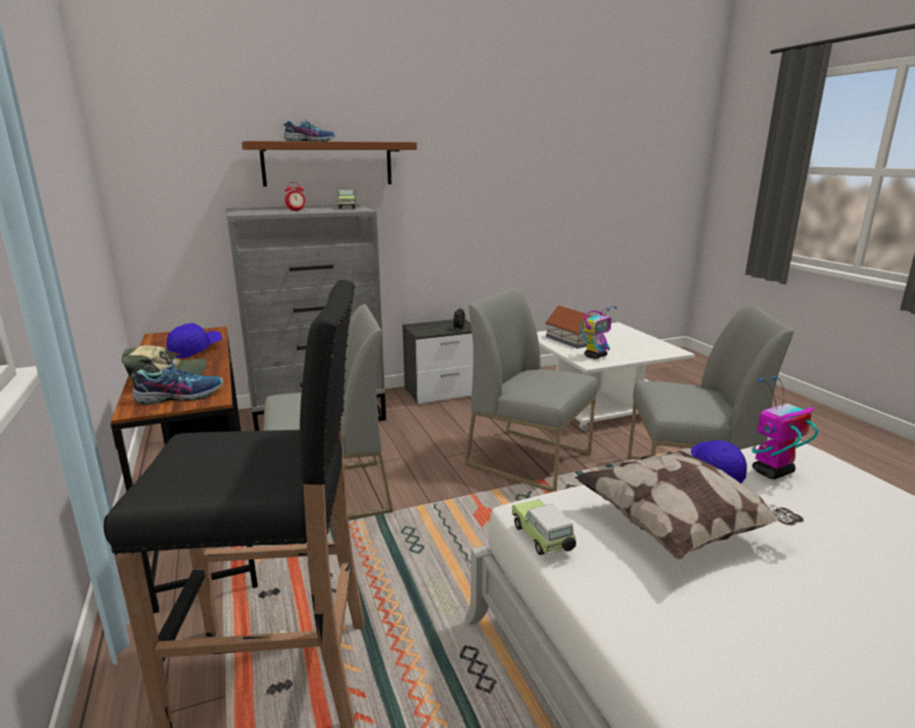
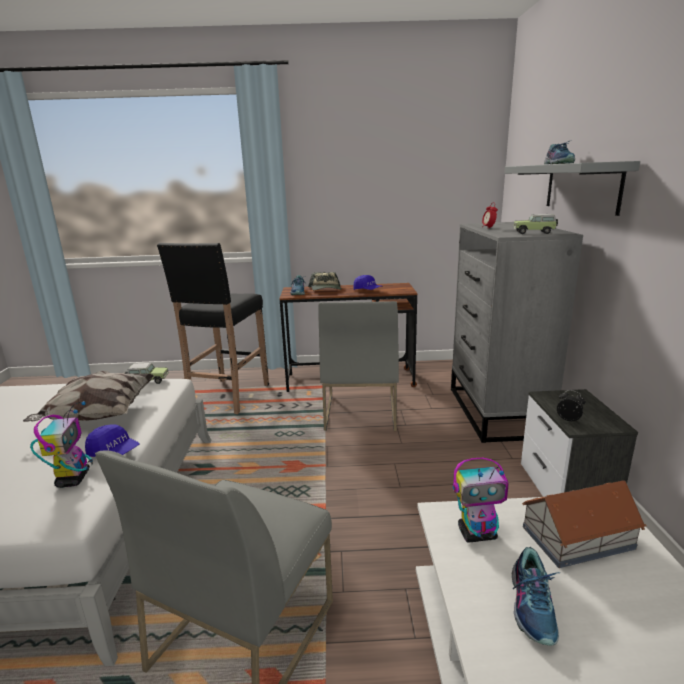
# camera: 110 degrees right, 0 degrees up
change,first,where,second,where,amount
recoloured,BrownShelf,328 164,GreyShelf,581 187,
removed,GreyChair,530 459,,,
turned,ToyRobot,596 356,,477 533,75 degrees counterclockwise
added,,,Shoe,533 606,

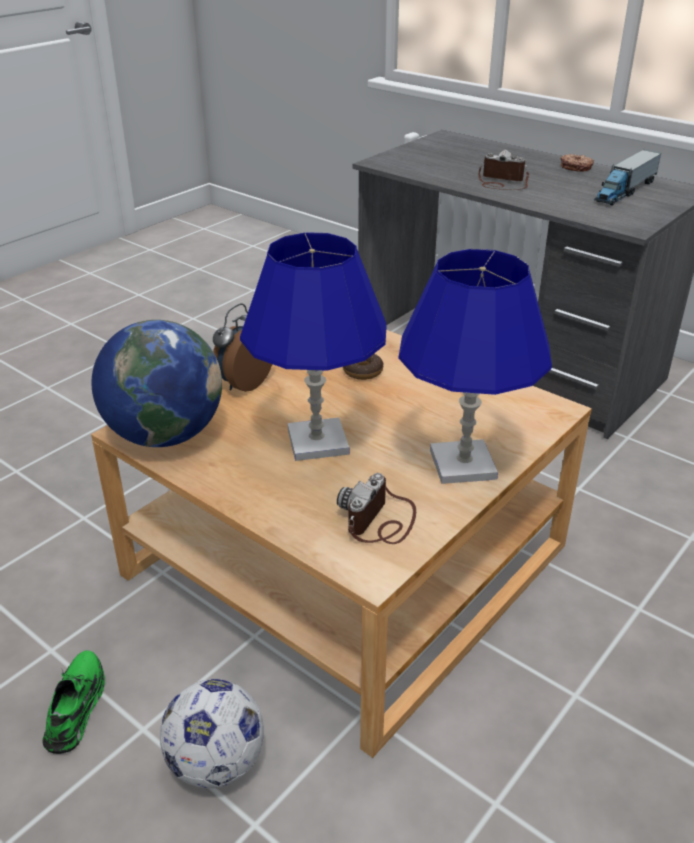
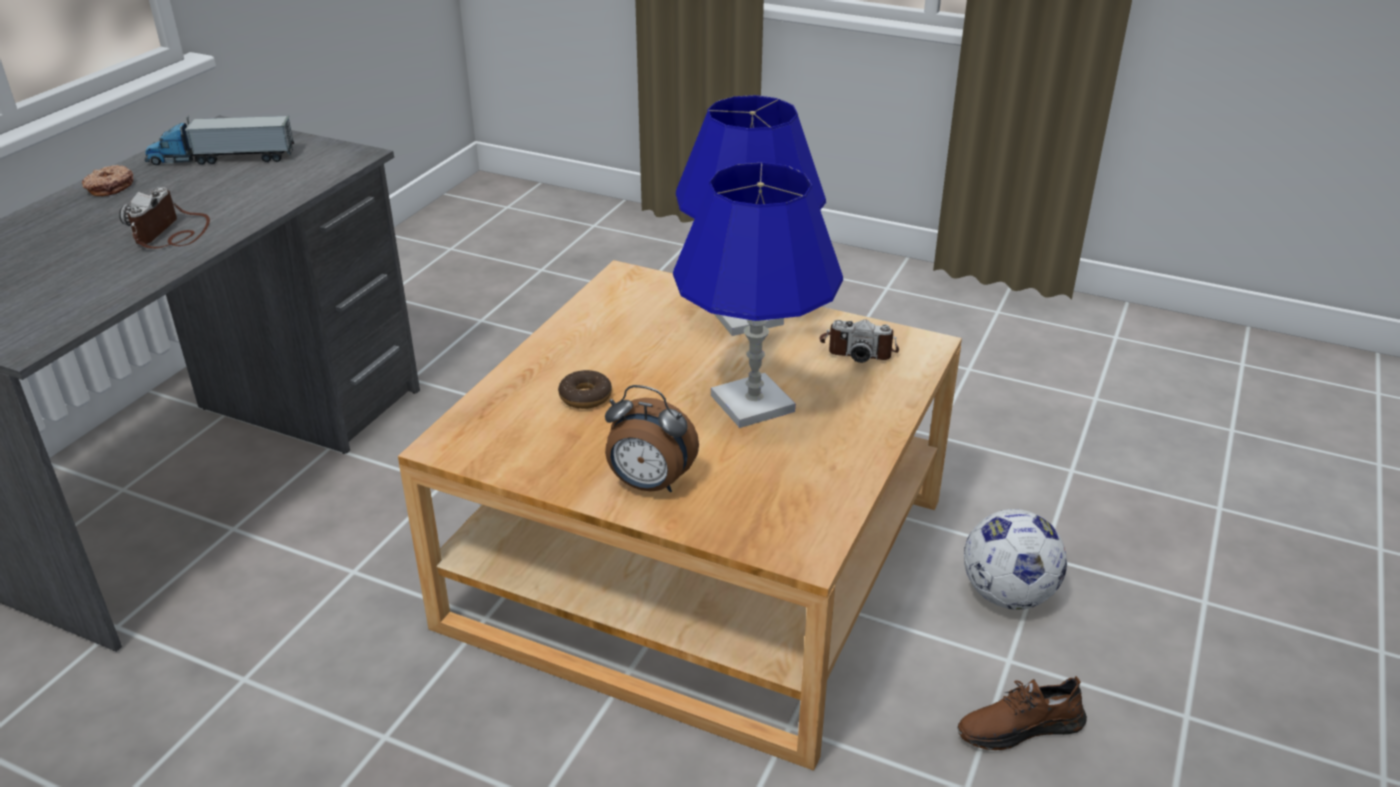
# camera: 105 degrees left, 0 degrees up
change,first,where,second,where,amount
turned,ToyTruck,625 191,,222 158,150 degrees clockwise
removed,Globe,165 435,,,
recoloured,GreenShoe,76 706,BrownShoe,1019 727,

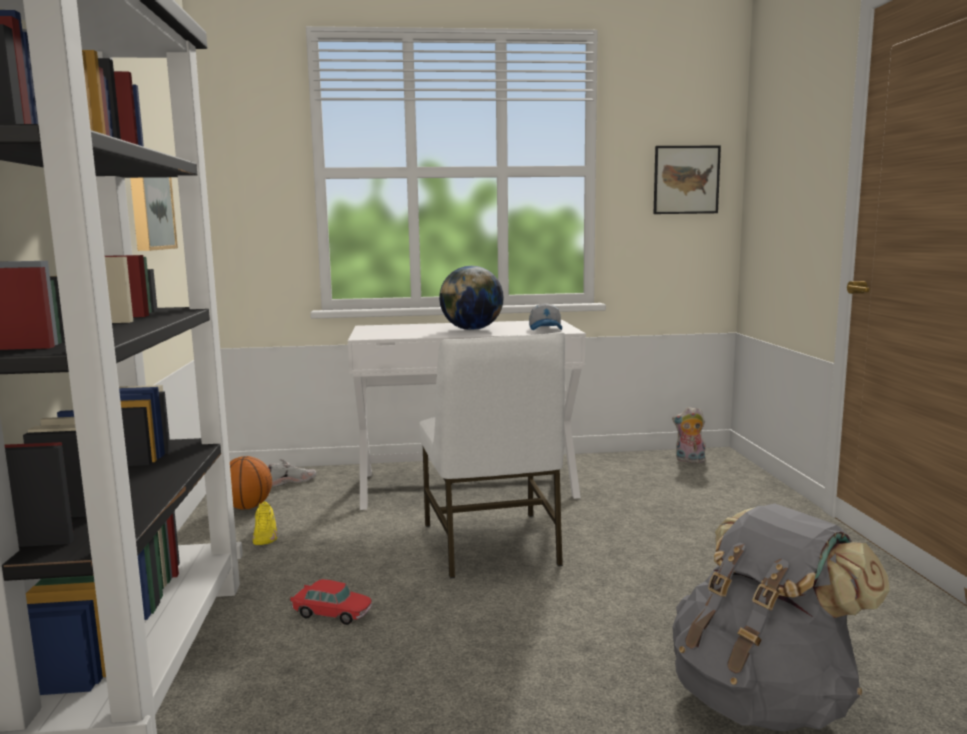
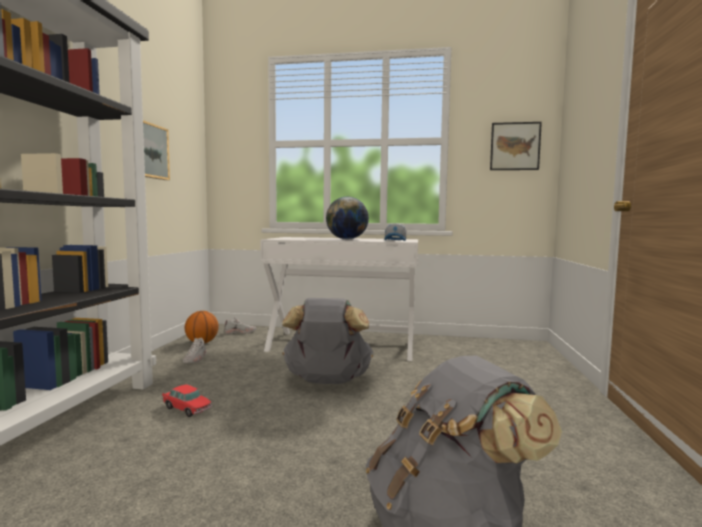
# camera: 15 degrees right, 5 degrees down
change,first,where,second,where,amount
replaced,WhiteChair,492 545,GreyBackpack,327 381,
removed,PlushToy,689 460,,,
recoloured,YellowShoe,265 536,WhiteShoe,195 359,

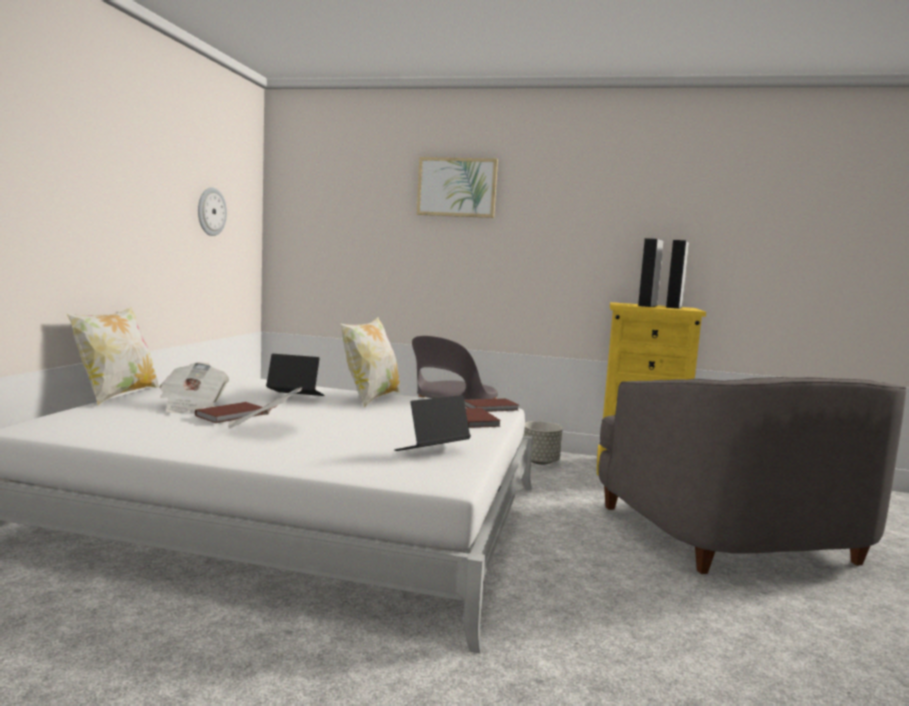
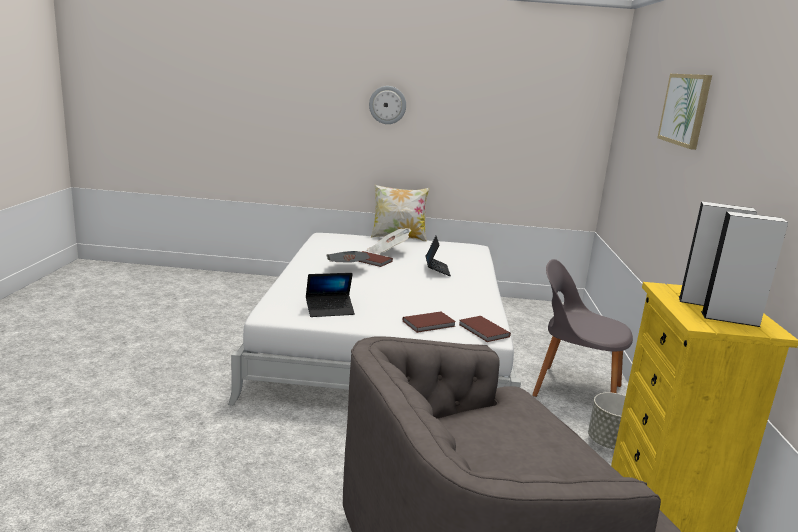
# camera: 80 degrees right, 10 degrees up
change,first,where,second,where,amount
moved,WallClock,211 211,,387 105,
removed,Pillow,370 398,,,
turned,Laptop,431 451,,330 310,120 degrees clockwise

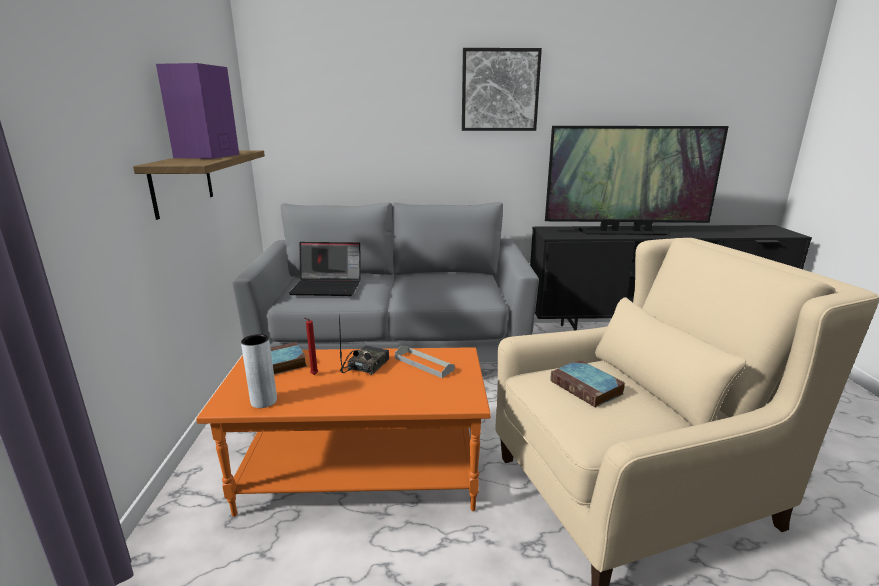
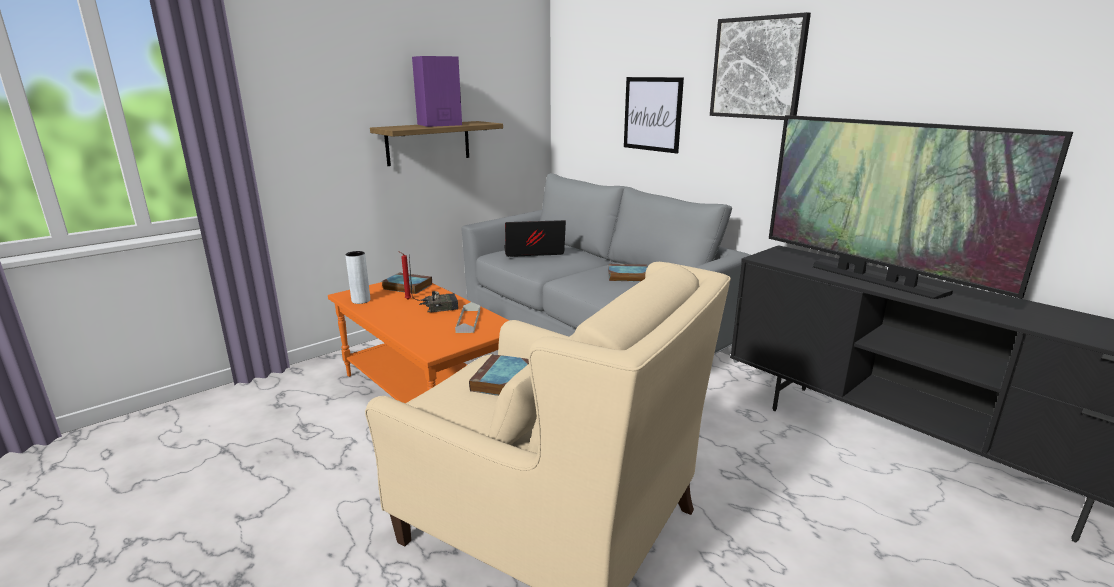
# camera: 50 degrees right, 0 degrees up
change,first,where,second,where,amount
turned,Laptop,328 287,,532 252,120 degrees clockwise
added,,,Picture,652 114,
added,,,Book,627 276,

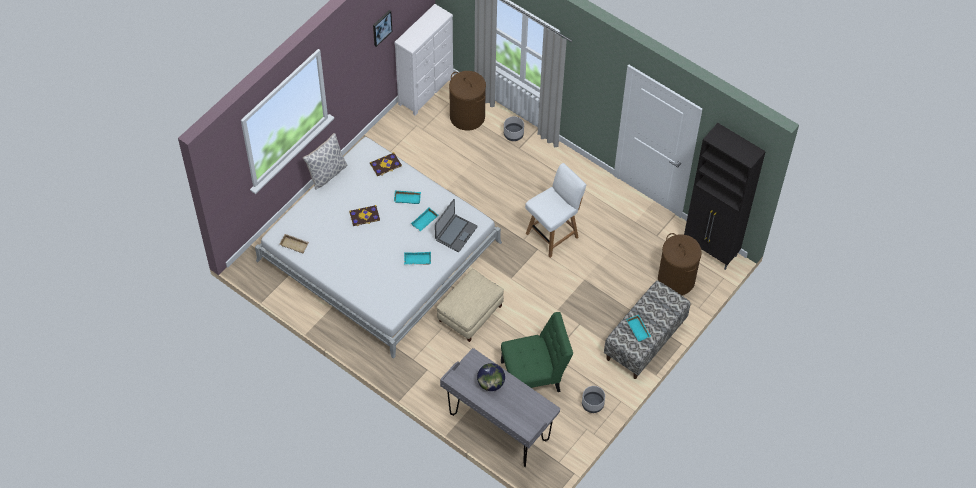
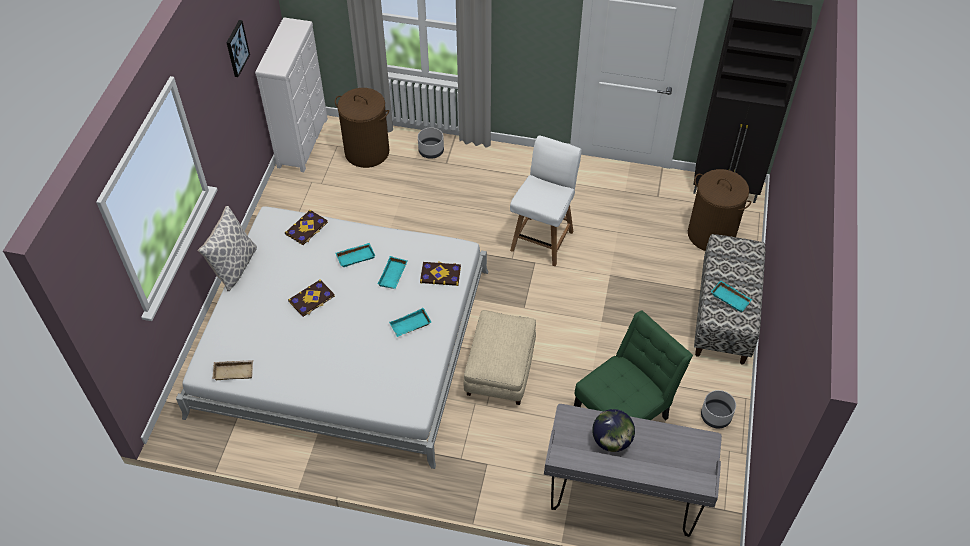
# camera: 25 degrees left, 5 degrees down
change,first,where,second,where,amount
replaced,Laptop,455 233,Book,440 274,

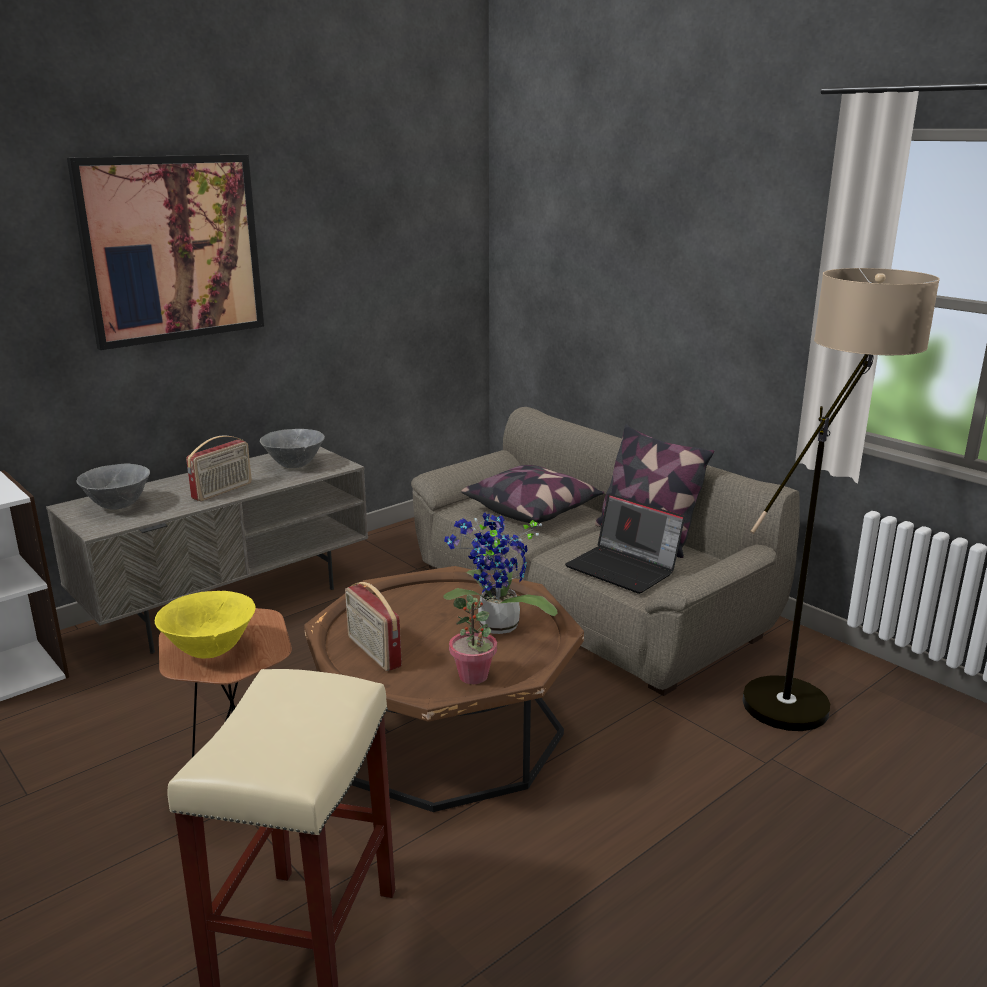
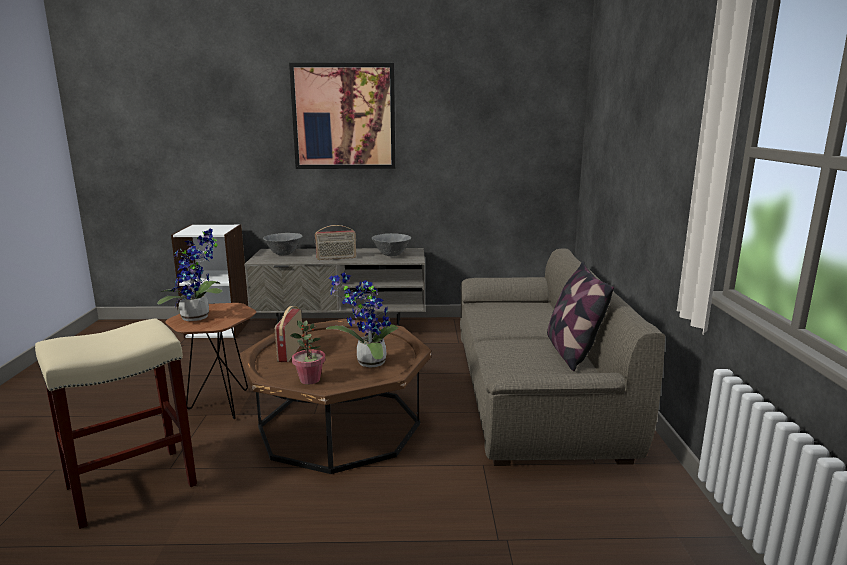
# camera: 40 degrees right, 5 degrees down
change,first,where,second,where,amount
removed,FloorLamp,804 693,,,
removed,Pillow,533 510,,,
removed,Laptop,624 568,,,
replaced,YellowBowl,211 651,PottedPlant,199 318,

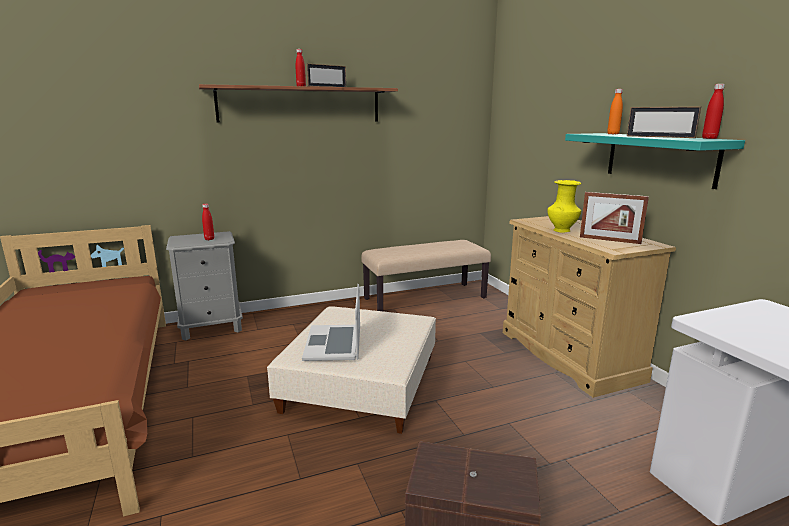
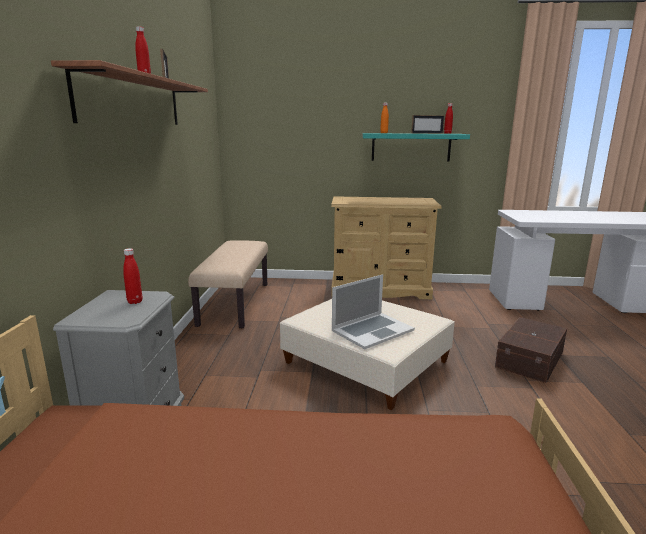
# camera: 65 degrees left, 0 degrees up
change,first,where,second,where,amount
removed,YellowVase,562 230,,,
removed,PictureFrame,609 240,,,
turned,Laptop,334 342,,372 330,60 degrees counterclockwise

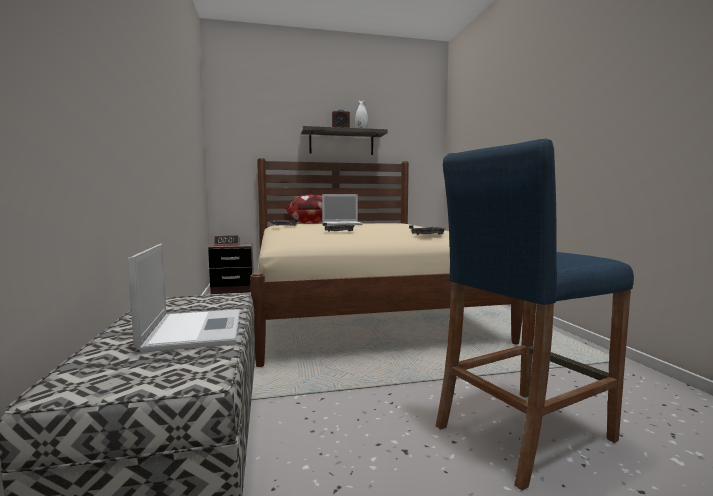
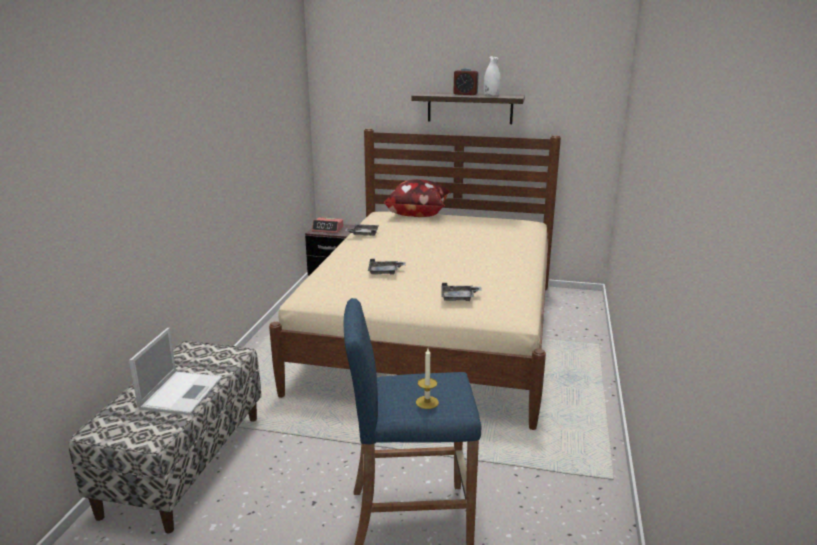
# camera: 25 degrees right, 15 degrees up
change,first,where,second,where,amount
removed,Laptop,342 224,,,
added,,,Candle,427 402,

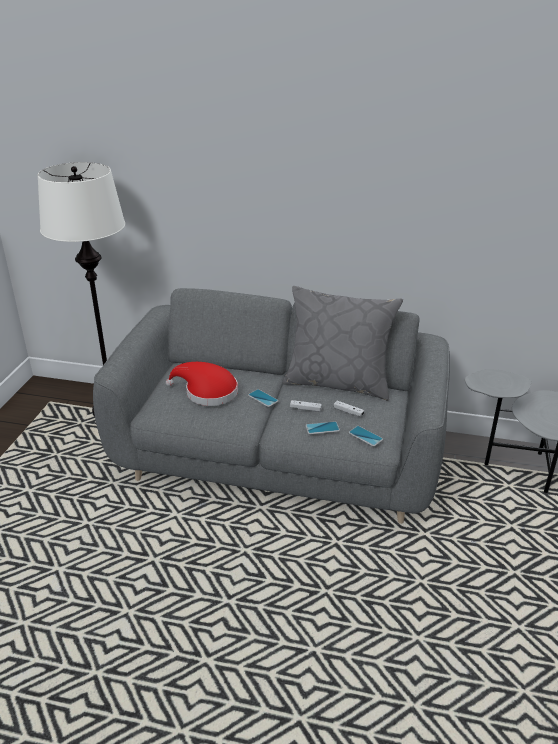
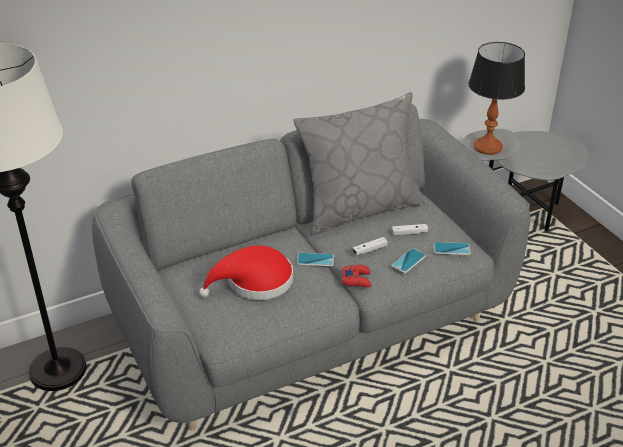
# camera: 40 degrees left, 5 degrees up
change,first,where,second,where,amount
added,,,TableLamp,488 147,
added,,,RedGameController,356 279,

